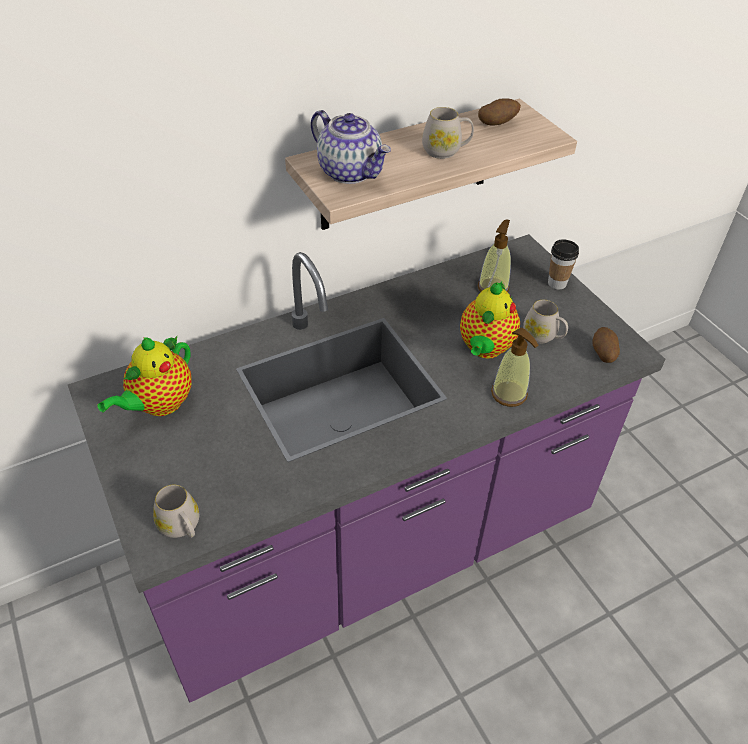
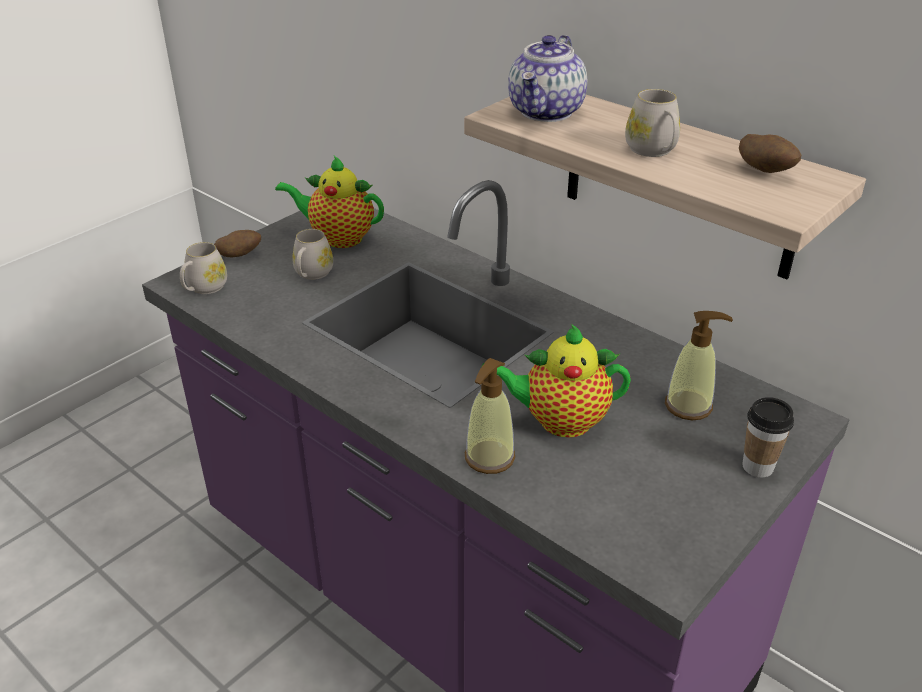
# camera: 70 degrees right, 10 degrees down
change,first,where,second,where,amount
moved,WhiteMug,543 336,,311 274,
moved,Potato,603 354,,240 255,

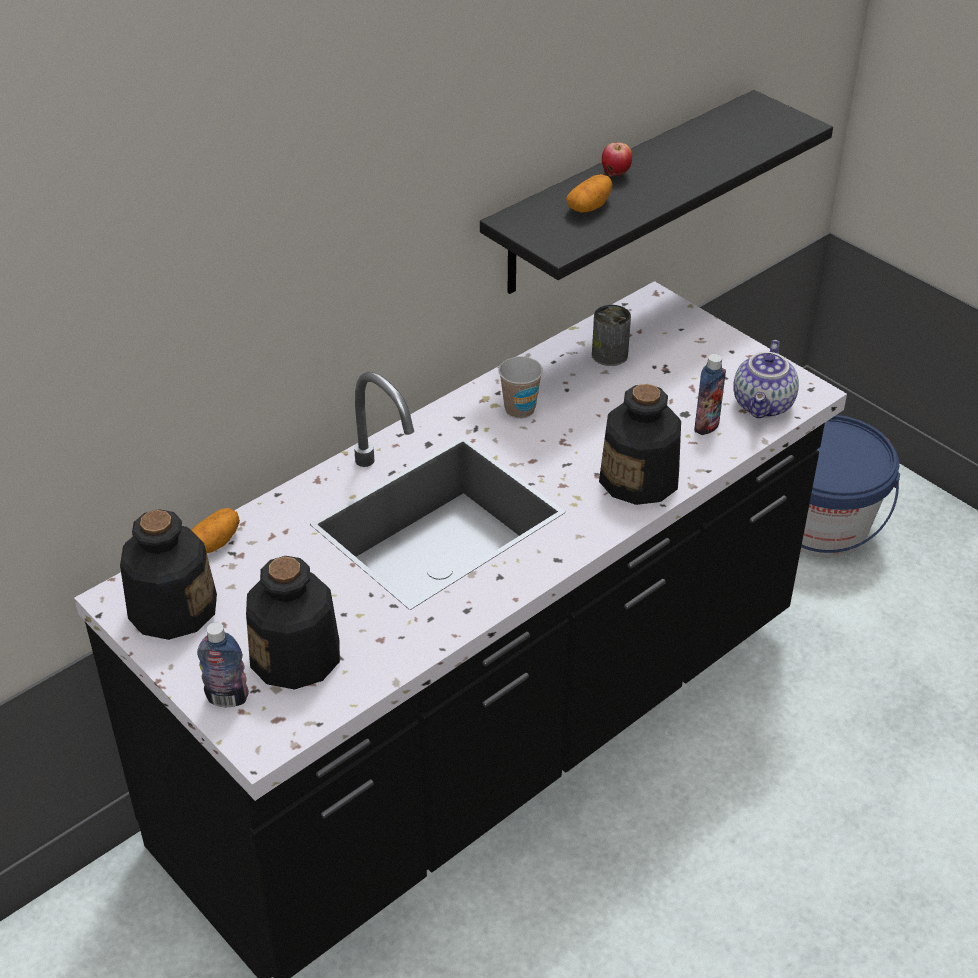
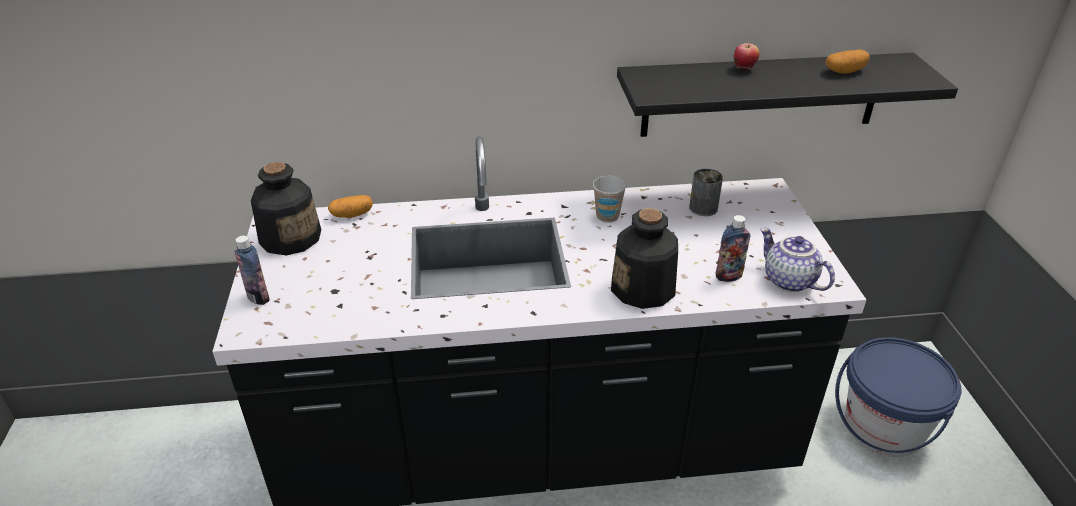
# camera: 35 degrees right, 5 degrees down
change,first,where,second,where,amount
moved,Potato,589 206,,845 71,
turned,Teapot,764 405,,788 281,90 degrees clockwise
removed,Bottle,296 657,,,

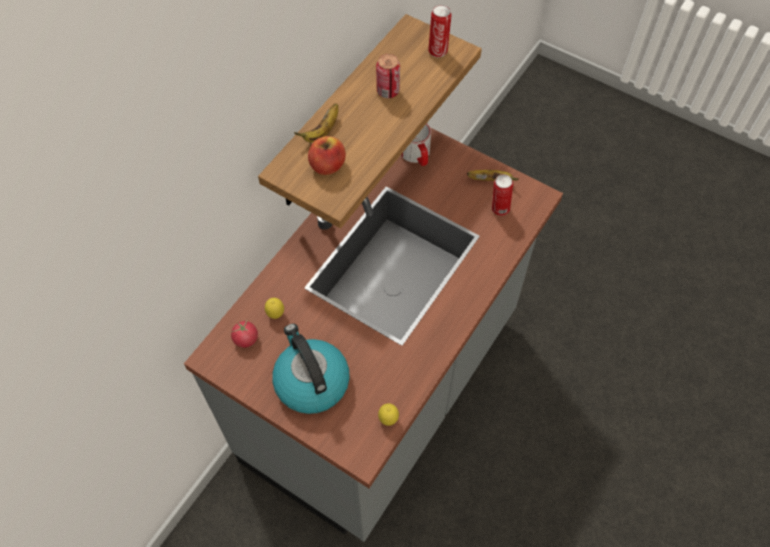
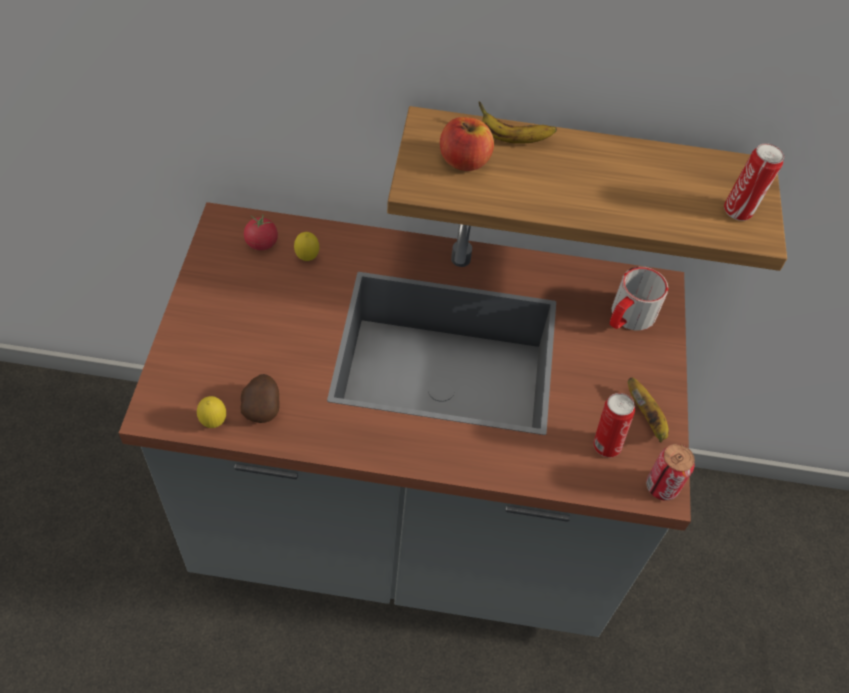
# camera: 60 degrees right, 5 degrees down
change,first,where,second,where,amount
moved,Can,388 91,,661 487,
removed,Kettle,311 381,,,
added,,,Potato,262 407,

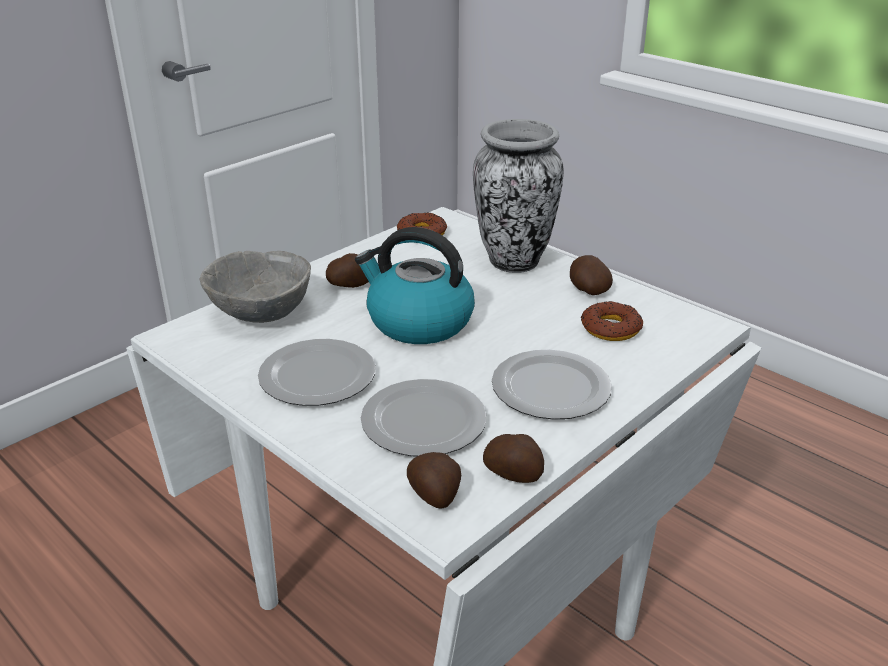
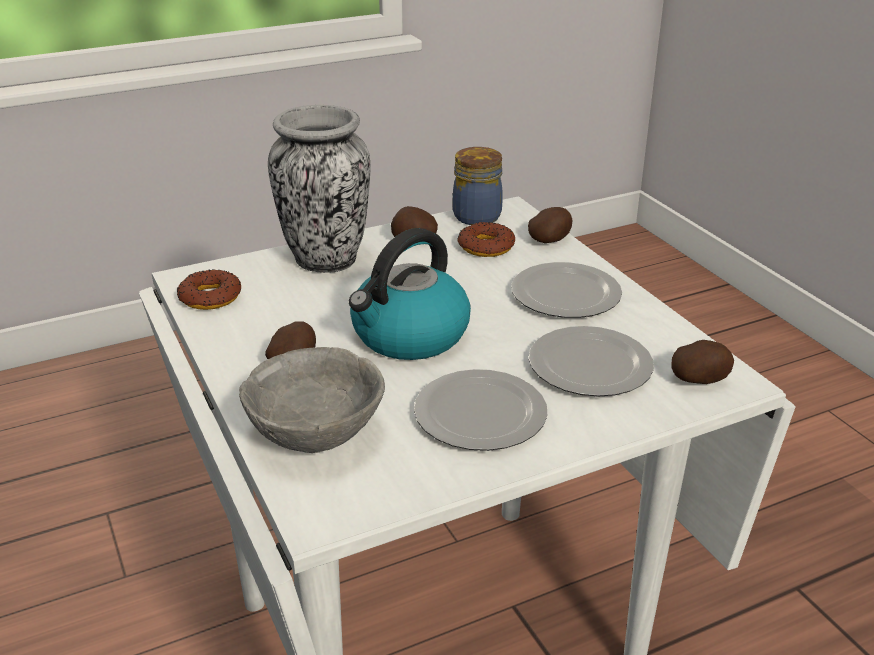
# camera: 70 degrees left, 0 degrees up
change,first,where,second,where,amount
moved,Potato,514 475,,550 240,
added,,,Jar,475 215,

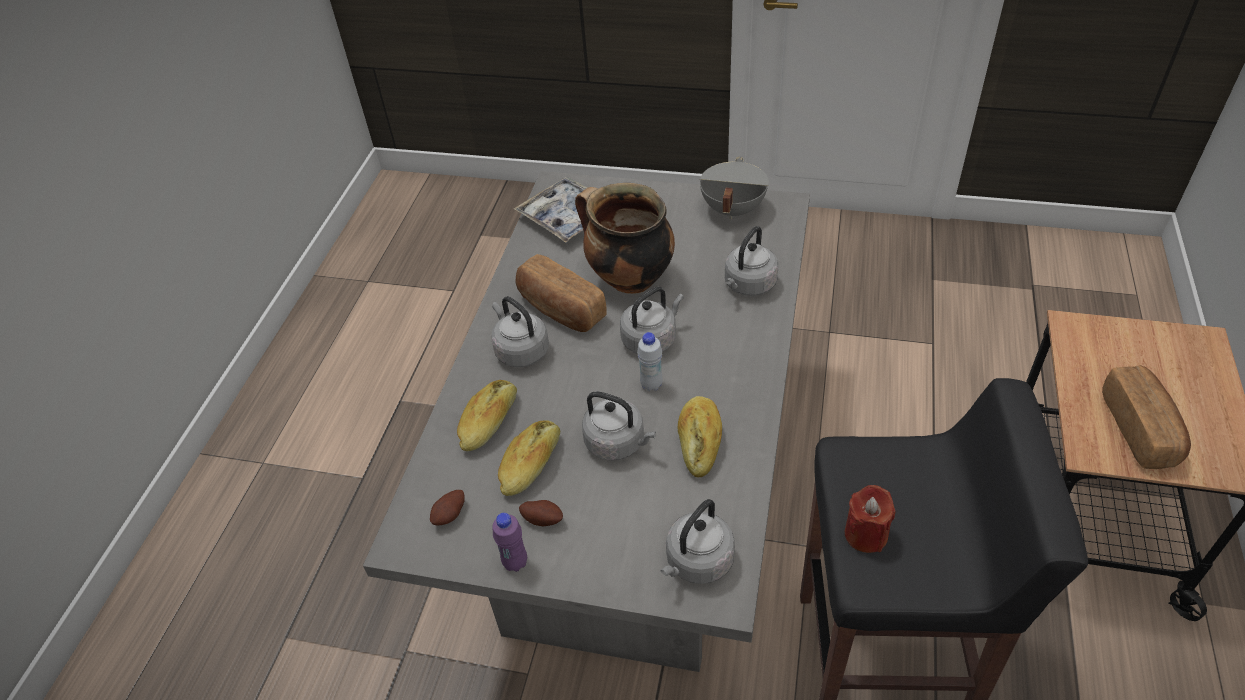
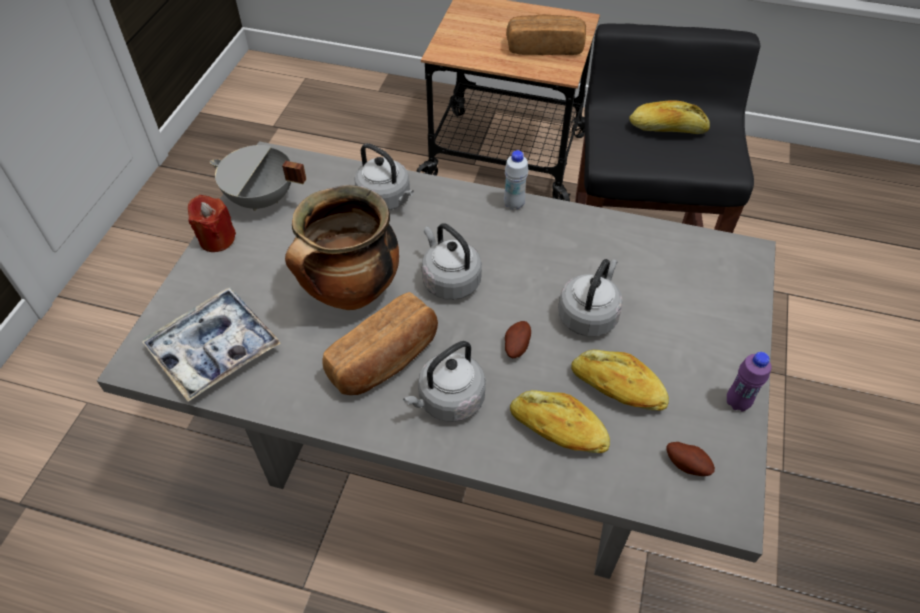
# camera: 90 degrees left, 5 degrees up
change,first,where,second,where,amount
moved,WhiteBottle,651 384,,514 204,
moved,Bread,699 442,,667 129,
moved,RedCandle,865 534,,217 239,
removed,GreyKettle,697 562,,,
moved,Potato,543 519,,516 346,

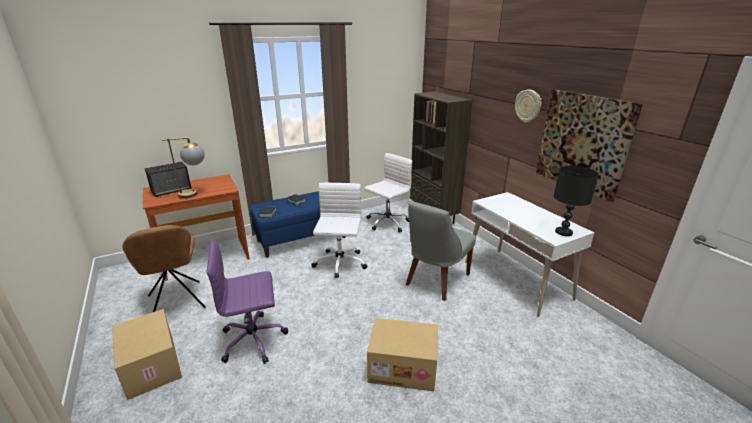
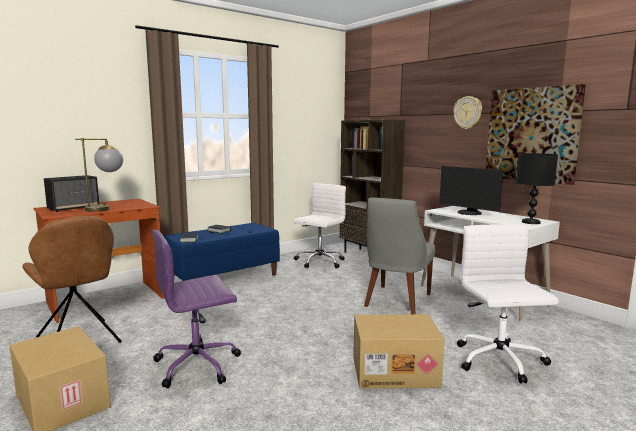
# camera: 10 degrees left, 15 degrees down
change,first,where,second,where,amount
moved,WhiteOfficeChair,340 264,,500 361,
added,,,Monitor,468 213,

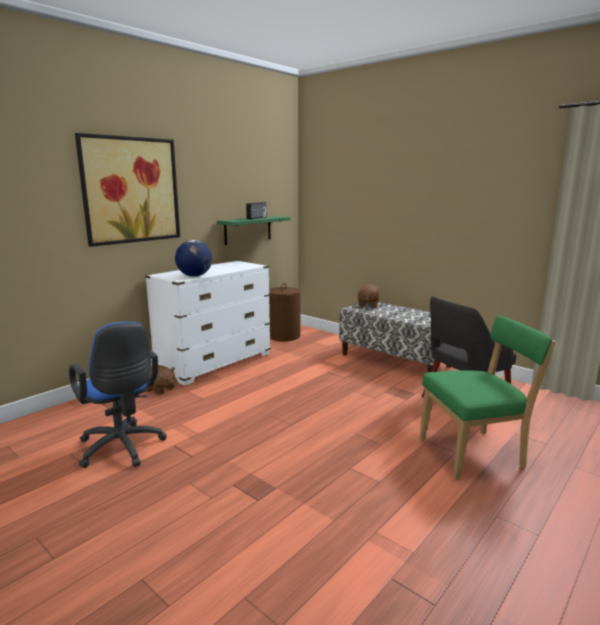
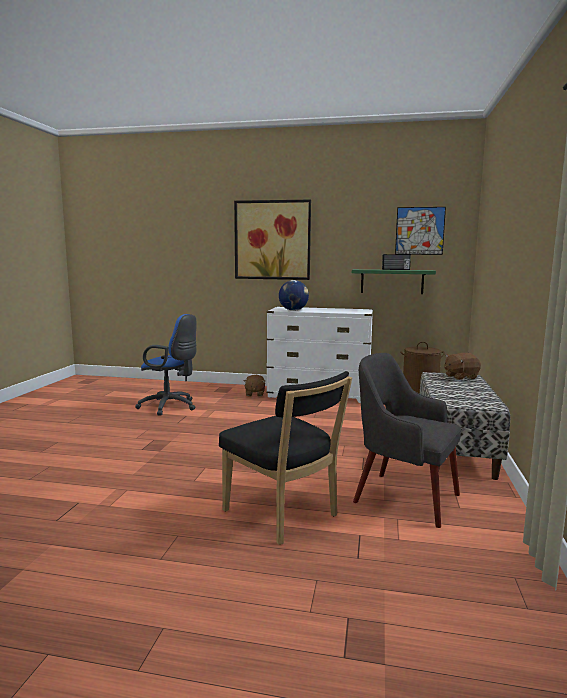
# camera: 60 degrees right, 5 degrees down
change,first,where,second,where,amount
recoloured,GreenChair,475 453,BlackChair,283 515,
turned,BlueOfficeChair,122 449,,170 407,90 degrees counterclockwise
added,,,Picture,419 231,

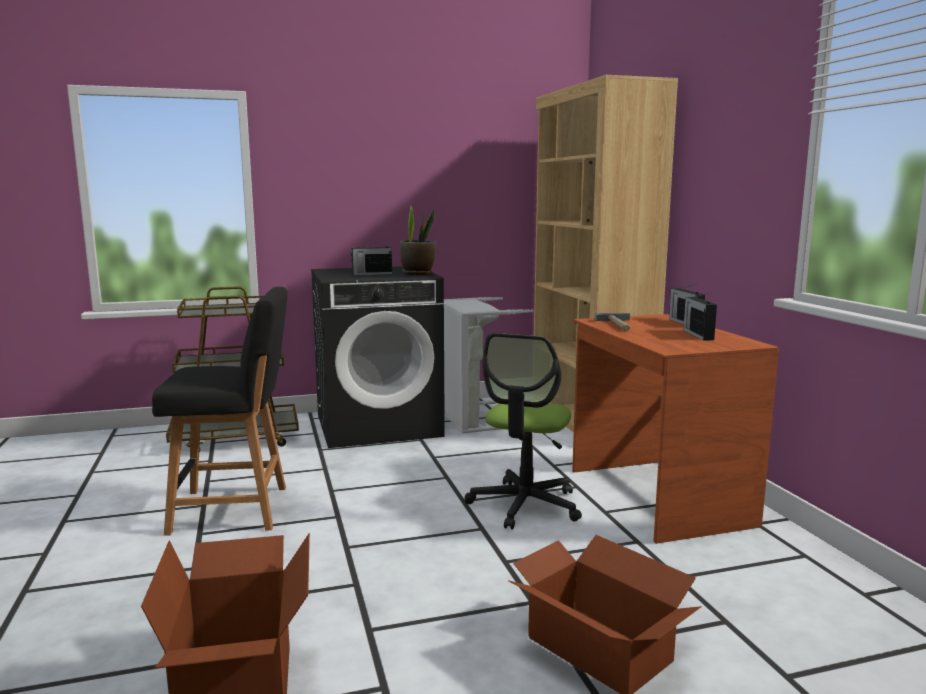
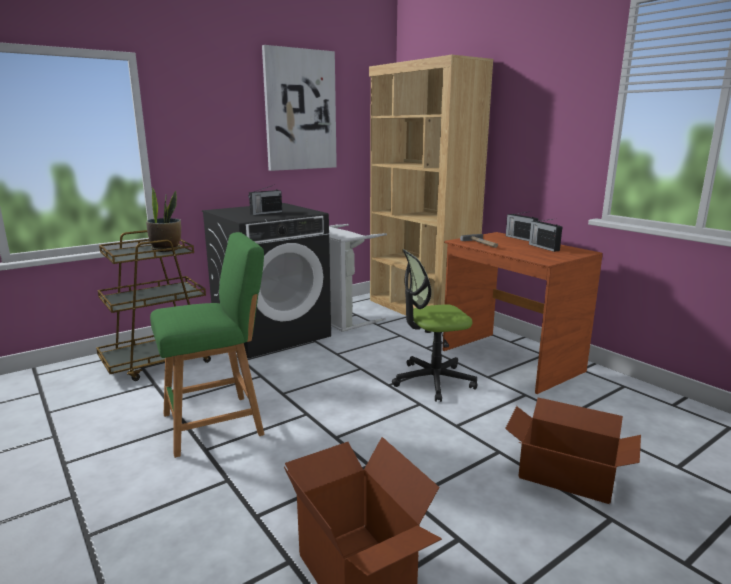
# camera: 20 degrees left, 5 degrees up
change,first,where,second,where,amount
moved,PottedPlant,418 273,,166 249,
recoloured,BlackStool,236 509,GreenStool,218 423,
turned,OfficeChair,525 505,,433 381,75 degrees clockwise
added,,,Picture,300 110,

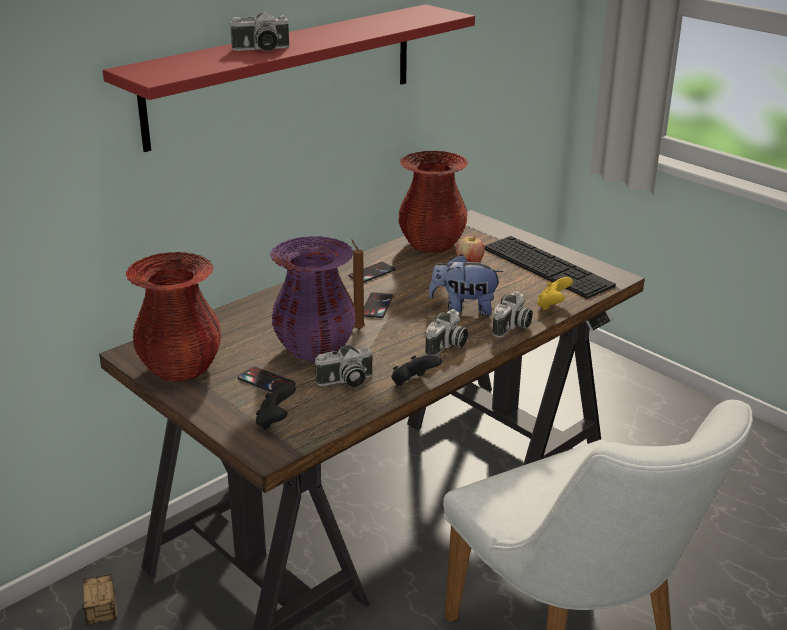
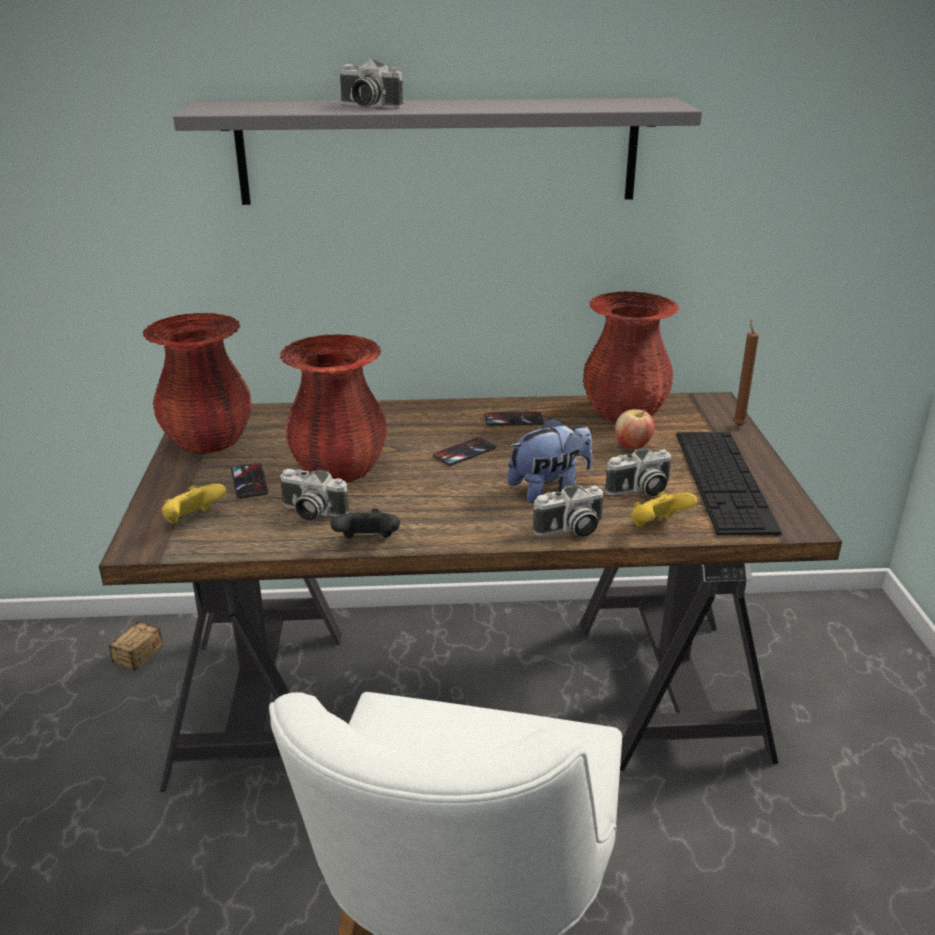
# camera: 40 degrees right, 0 degrees up
change,first,where,second,where,amount
recoloured,RedShelf,284 74,GreyShelf,438 151,
recoloured,PurpleVase,315 348,RedVase,339 469,
moved,BrownCandle,357 328,,738 425,
turned,PlushToy,464 308,,549 489,105 degrees clockwise
moved,PhotoCamera,447 346,,639 490,
recoloured,BlackGameController,275 421,YellowGameController,193 520,

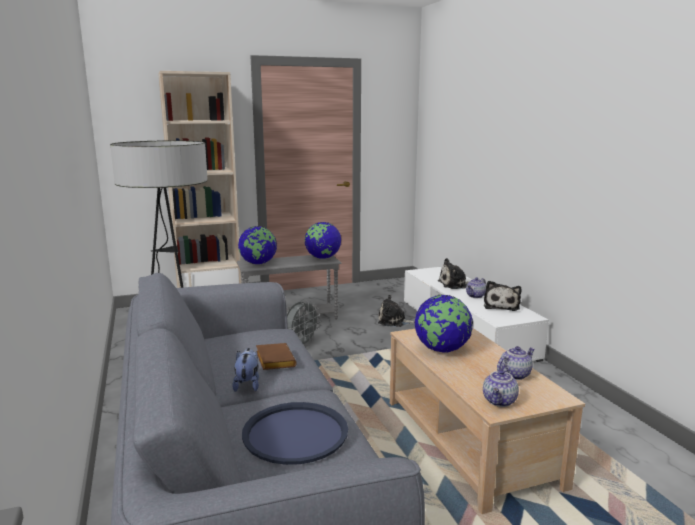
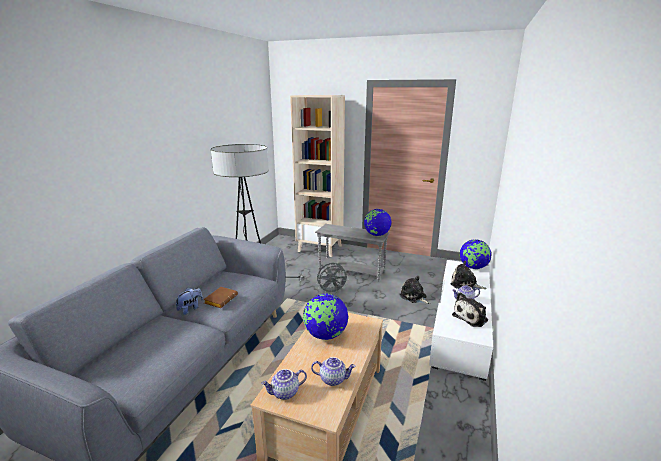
# camera: 40 degrees right, 5 degrees up
change,first,where,second,where,amount
moved,Globe,258 263,,473 267,
removed,BlueTray,295 433,,,

